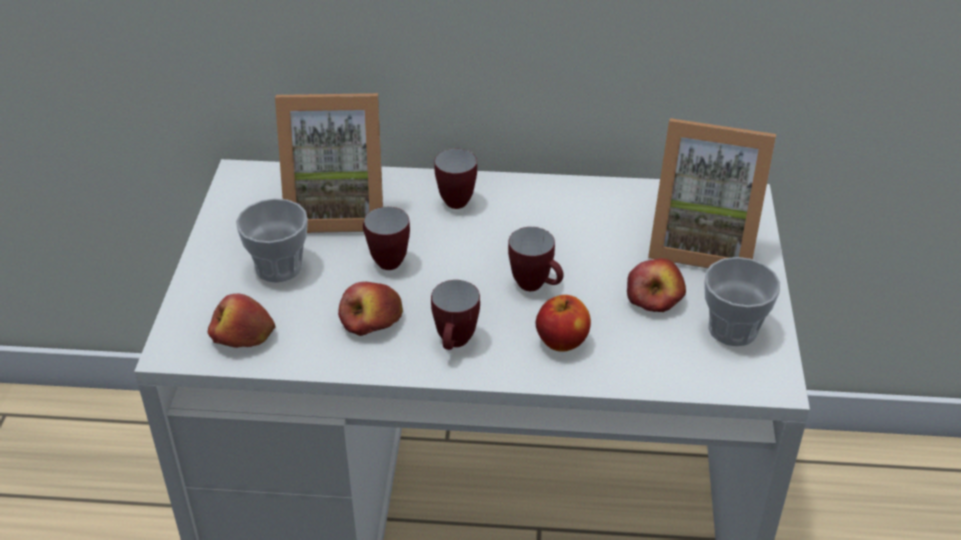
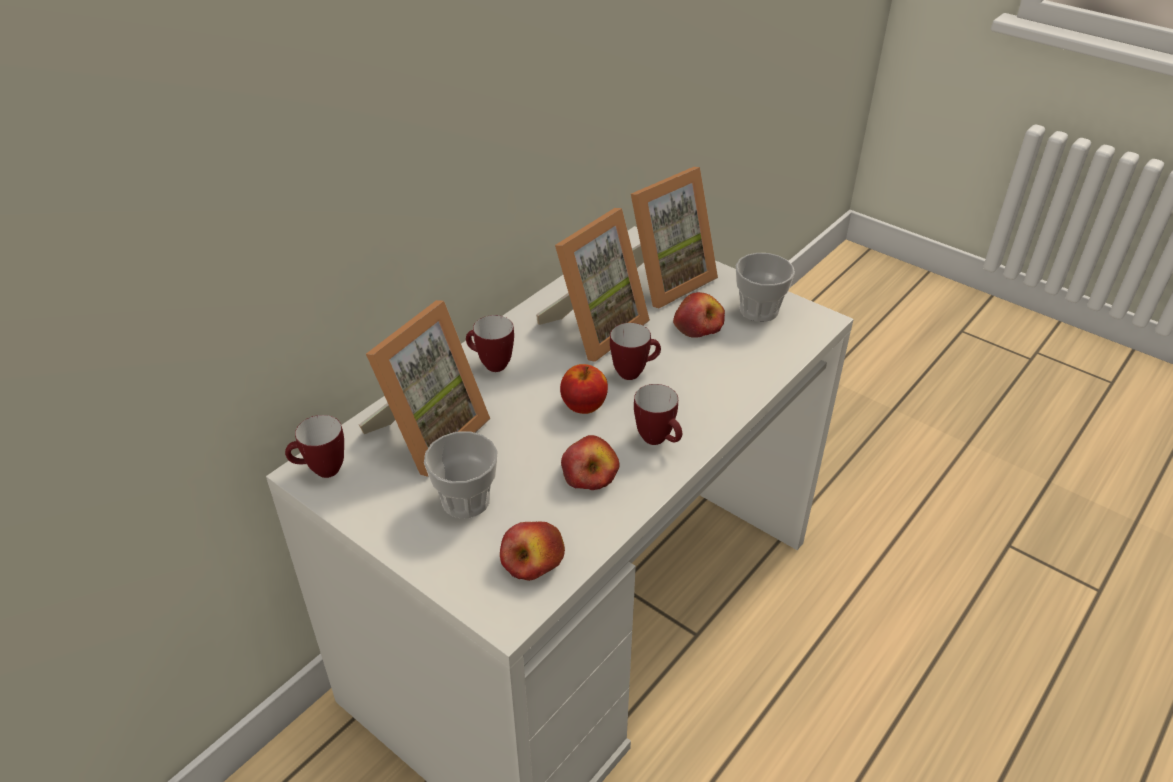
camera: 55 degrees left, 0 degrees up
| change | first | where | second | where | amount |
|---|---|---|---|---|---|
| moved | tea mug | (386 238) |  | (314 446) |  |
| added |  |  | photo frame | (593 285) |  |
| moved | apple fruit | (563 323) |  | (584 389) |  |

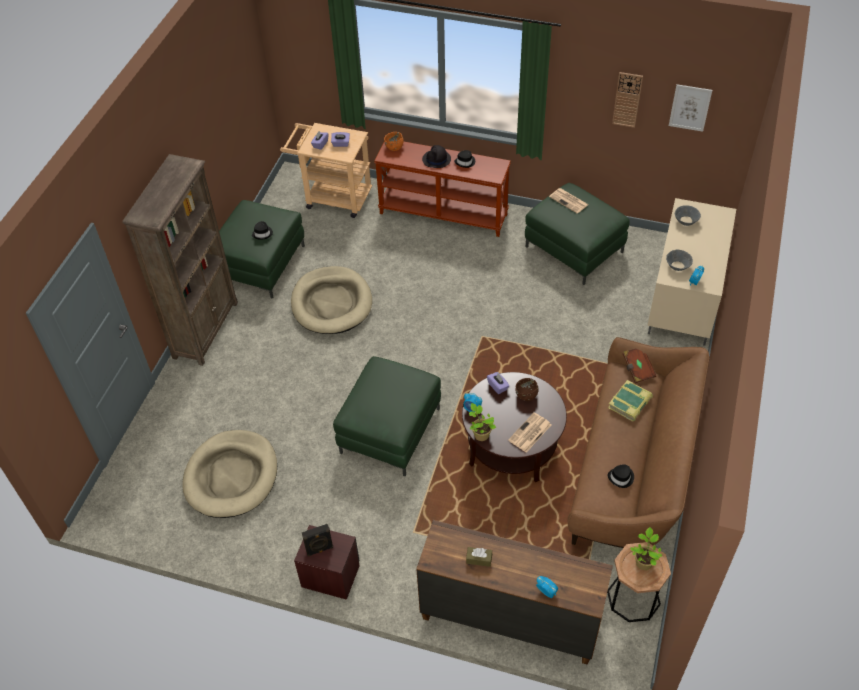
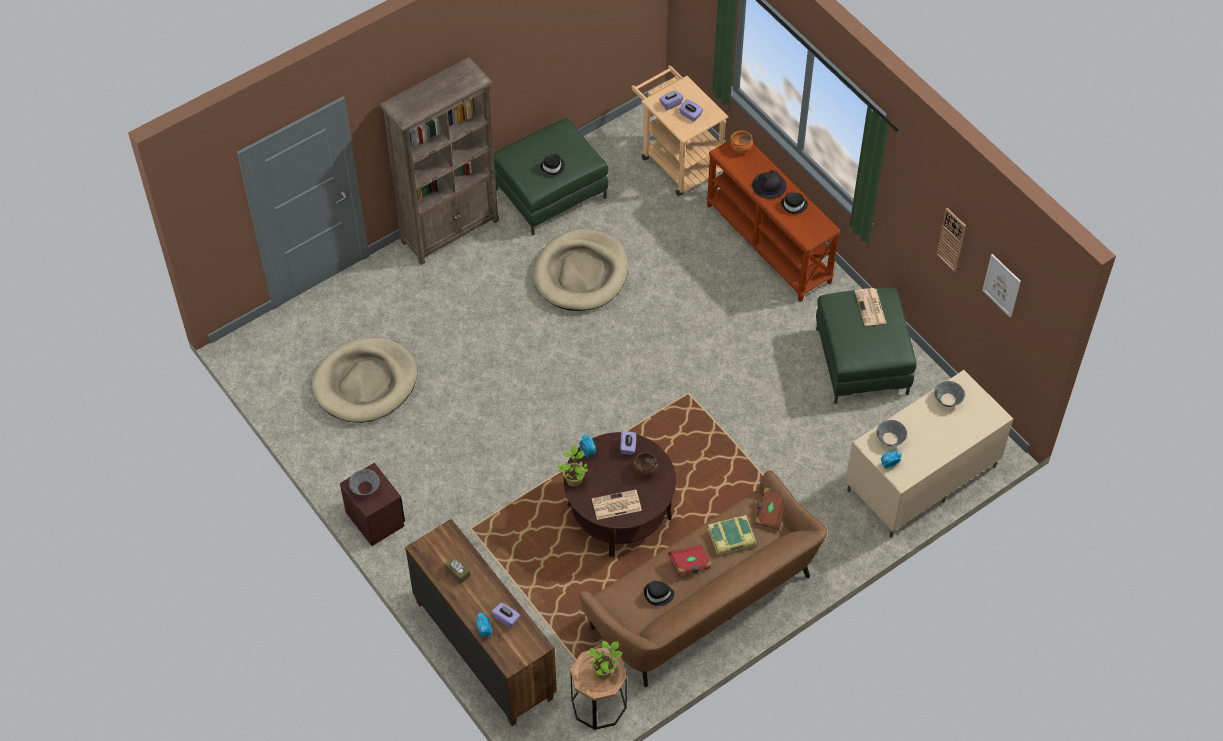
camera: 35 degrees right, 5 degrees up
| change | first | where | second | where | amount |
|---|---|---|---|---|---|
| replaced | blackish loudspeaker | (317 540) | greyish serving bowl | (364 482) |  |
| added |  |  | purple tissue box | (506 615) |  |
| added |  |  | red-coloured volume | (690 560) |  |
| removed | greenish footrest | (387 416) |  |  |  |

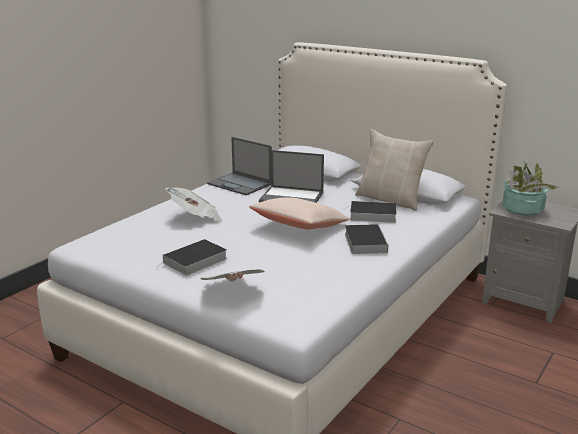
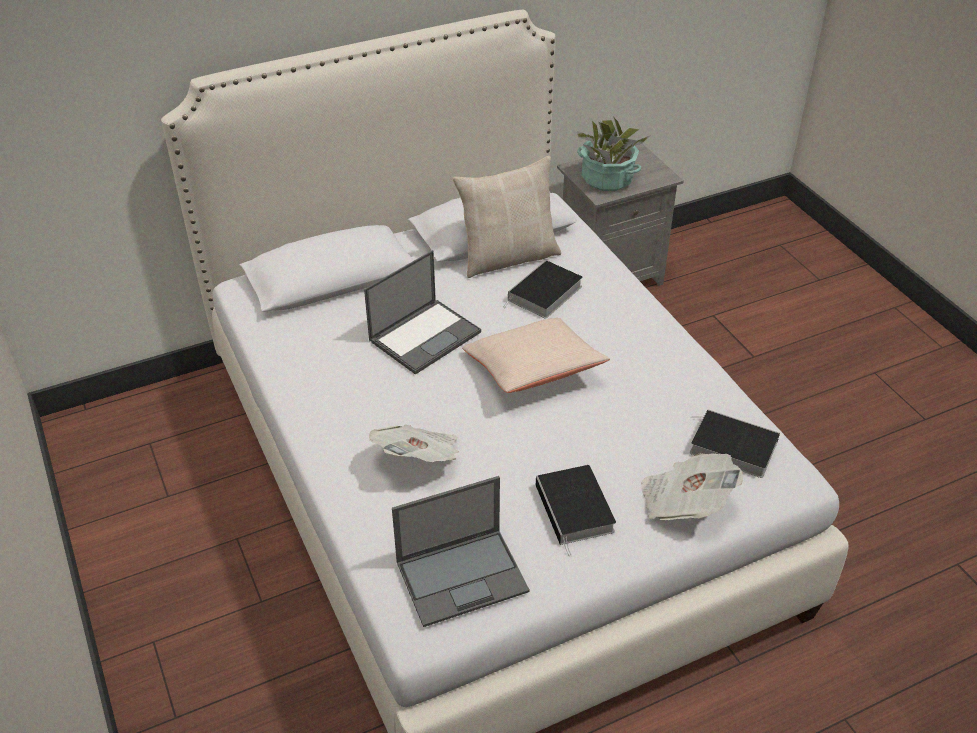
camera: 60 degrees left, 20 degrees up
| change | first | where | second | where | amount |
|---|---|---|---|---|---|
| moved | portable computer | (239 166) |  | (461 551) |  |
| moved | volume | (366 239) |  | (735 443) |  |

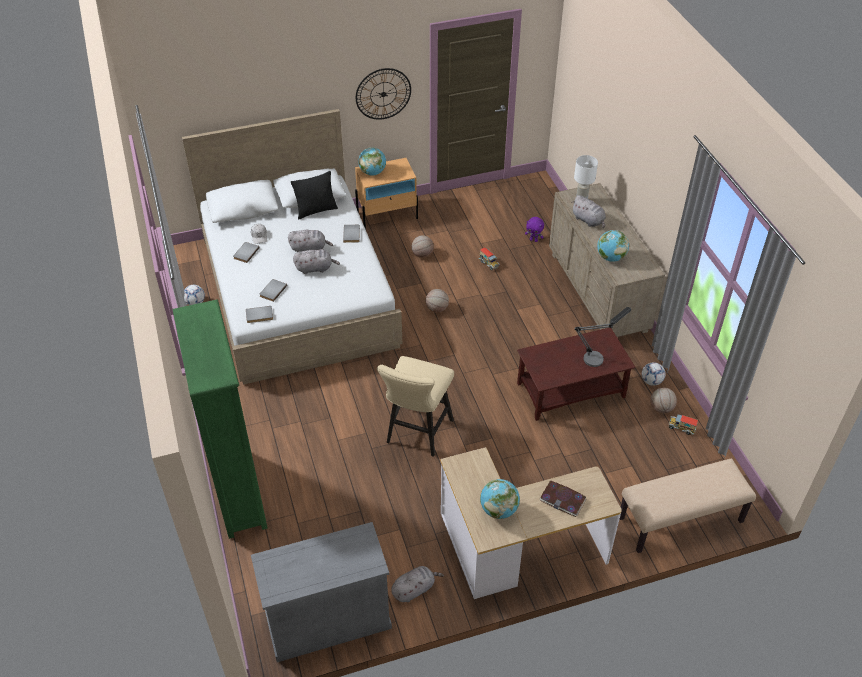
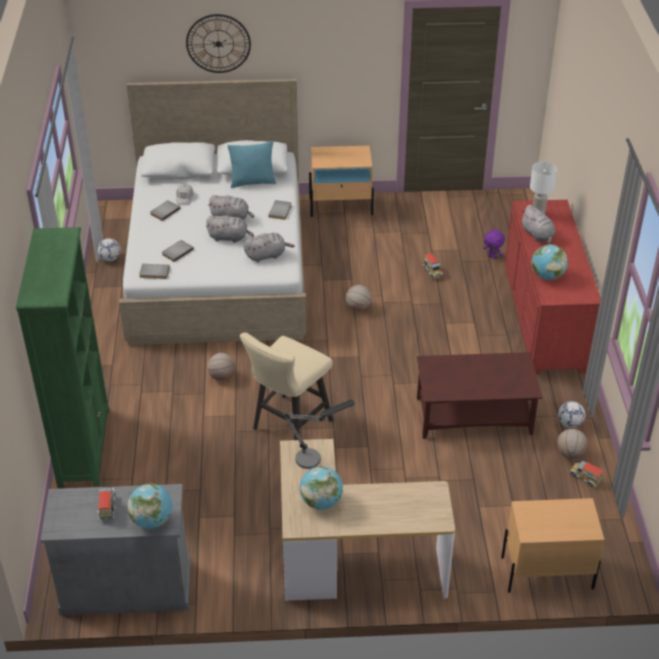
camera: 15 degrees right, 5 degrees down
| change | first | where | second | where | amount |
|---|---|---|---|---|---|
| added |  |  | model truck | (106 503) |  |
| moved | desk globe | (372 161) |  | (149 506) |  |
| moved | wall clock | (383 94) |  | (218 43) |  |
| moved | basketball ball | (423 246) |  | (221 367) |  |
| recoloured | blackish throw pillow | (314 195) | turquoise-coloured throw pillow | (252 164) |  |
| moved | greyish cuddly toy | (417 584) |  | (269 247) |  |
| moved | table lamp | (603 337) |  | (318 434) |  |
| replaced | beige-coloured long seat | (688 506) | beige-coloured nightstand | (552 545) |  |
| recoloured | beige-coloured chest of drawers | (607 260) | red-coloured chest of drawers | (553 287) |  |
| removed | volume | (563 498) |  |  |  |

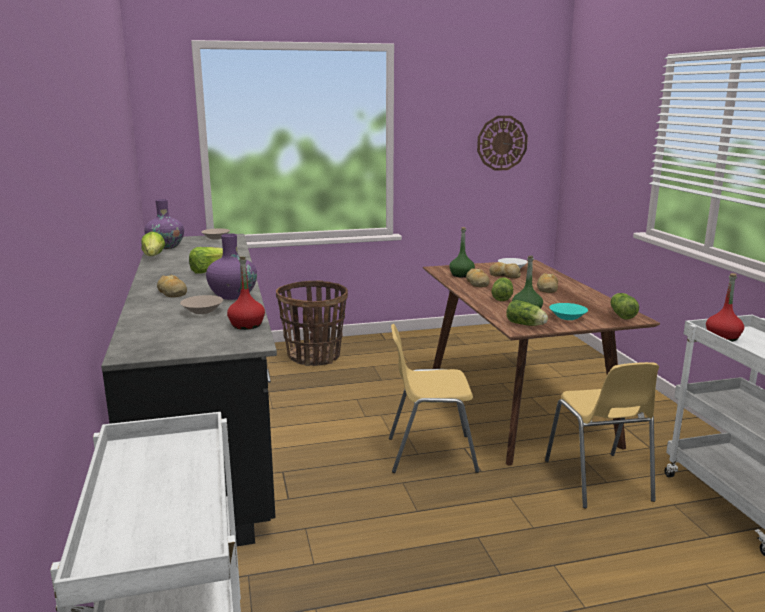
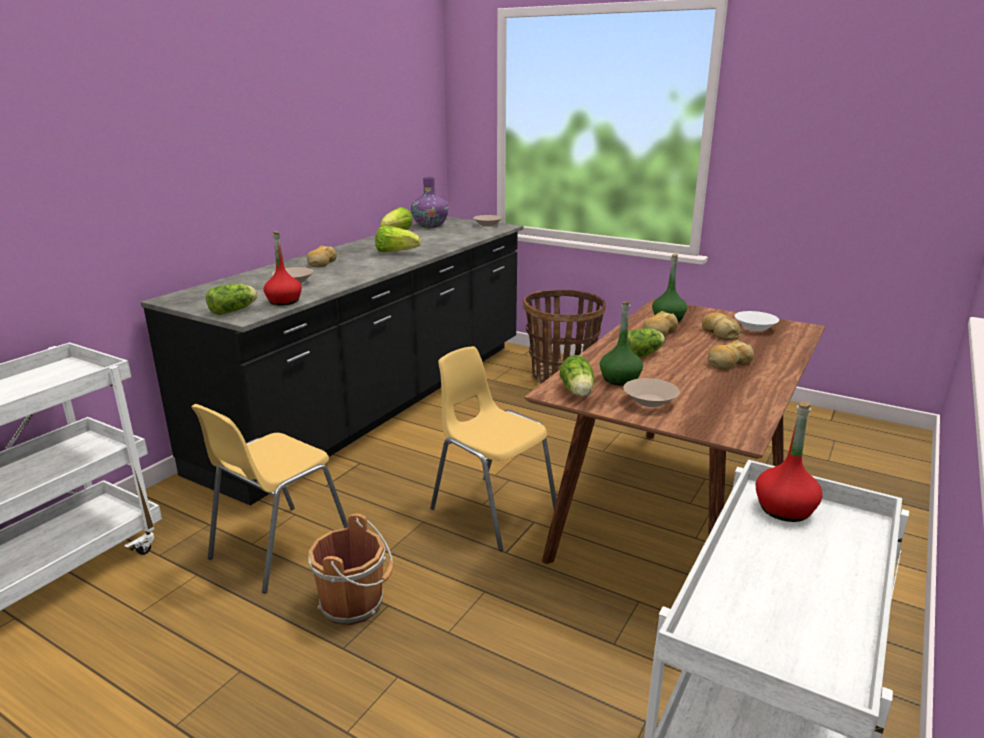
camera: 45 degrees right, 5 degrees up
| change | first | where | second | where | amount |
|---|---|---|---|---|---|
| moved | yellow-coloured plain chair | (602 435) |  | (269 498) |  |
| moved | lettuce head | (624 306) |  | (232 299) |  |
| added |  |  | brown water bucket | (351 569) |  |
| recoloured | turquoise-coloured serving bowl | (568 311) | beige-coloured serving bowl | (651 392) |  |
| removed | purple vase | (231 267) |  |  |  |
| removed | wall clock | (502 143) |  |  |  |

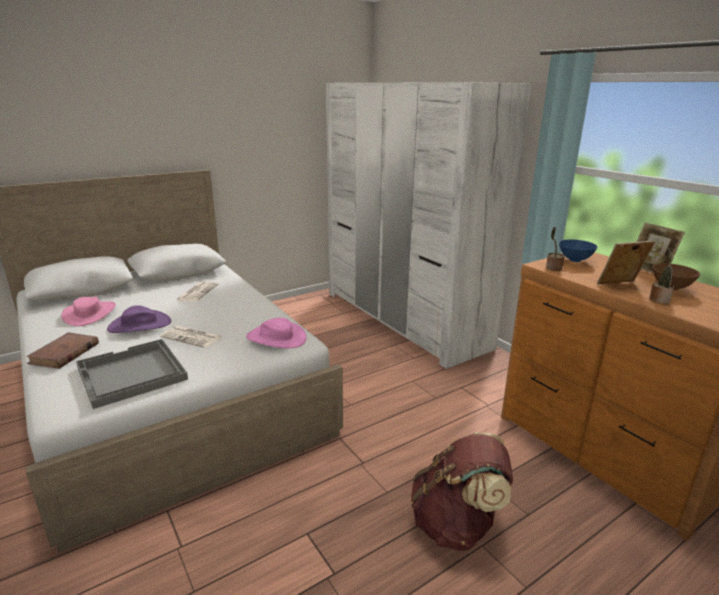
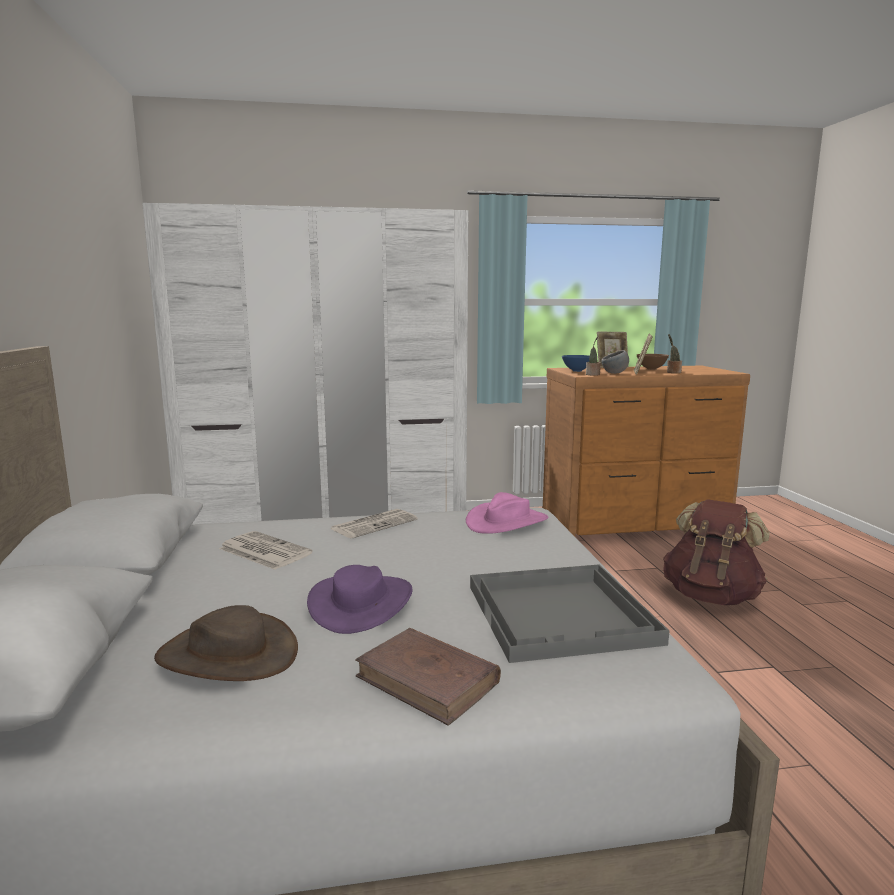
camera: 65 degrees left, 10 degrees down
| change | first | where | second | where | amount |
|---|---|---|---|---|---|
| recoloured | pinkish wearable hat | (88 311) | brown wearable hat | (226 643) |  |
| moved | daily paper | (191 337) |  | (374 524) |  |
| added |  |  | greyish serving bowl | (615 362) |  |

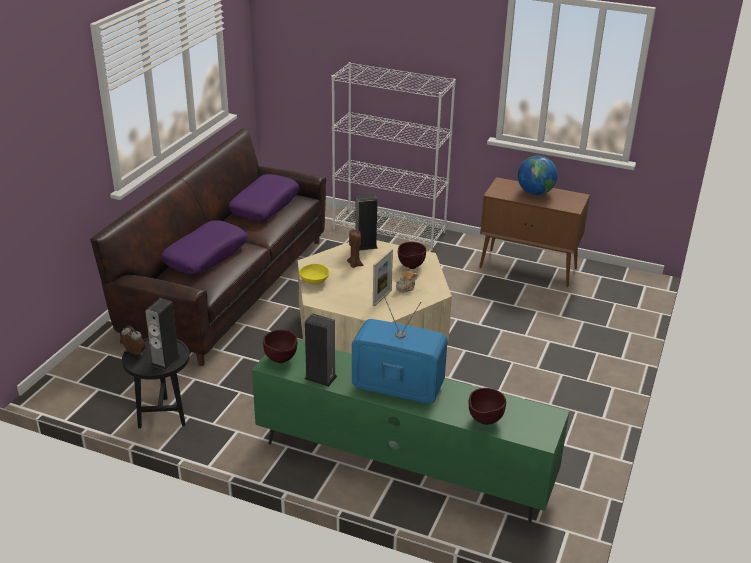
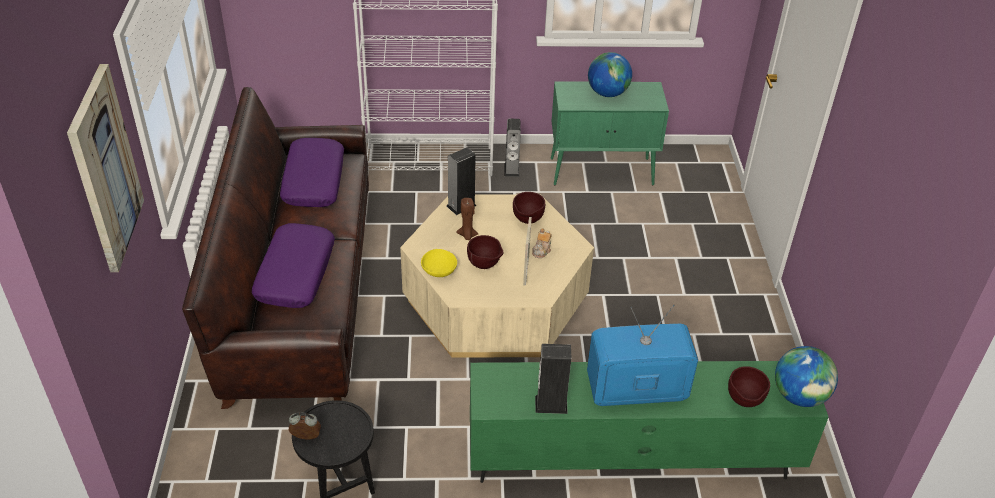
camera: 25 degrees left, 10 degrees up
| change | first | where | second | where | amount |
|---|---|---|---|---|---|
| added |  |  | wall art | (105 168) |  |
| moved | brown serving bowl | (280 346) |  | (485 252) |  |
| moved | loudspeaker | (162 334) |  | (513 148) |  |
| recoloured | brown cupboard | (534 232) | greenish cupboard | (610 133) |  |
| added |  |  | desk globe | (806 376) |  |

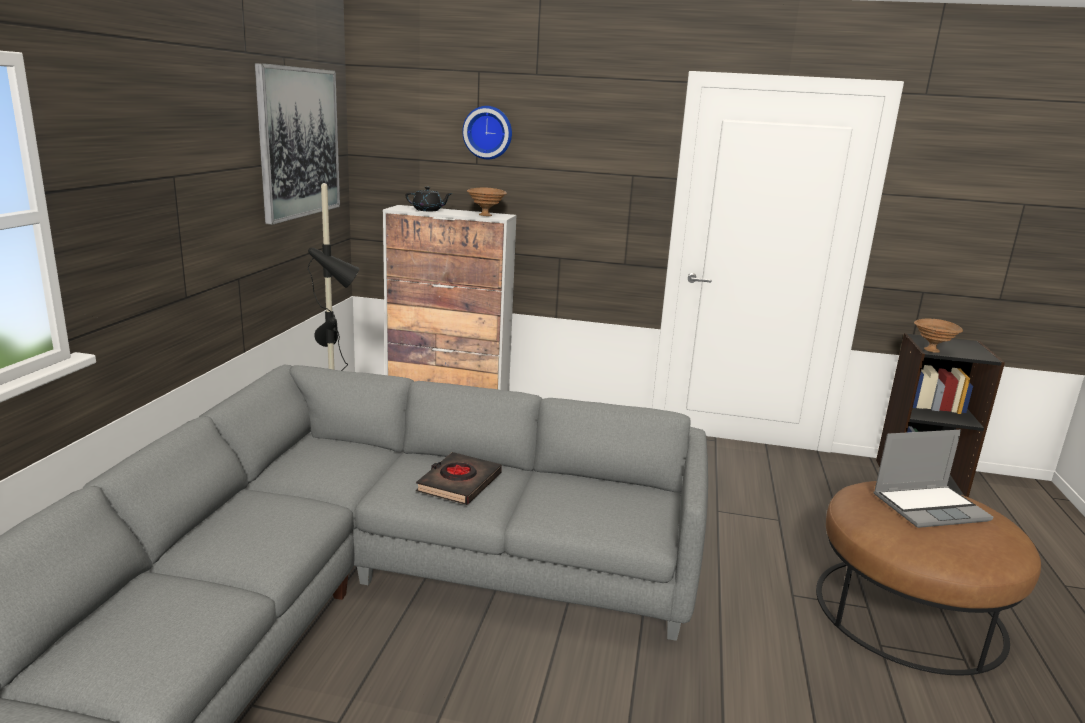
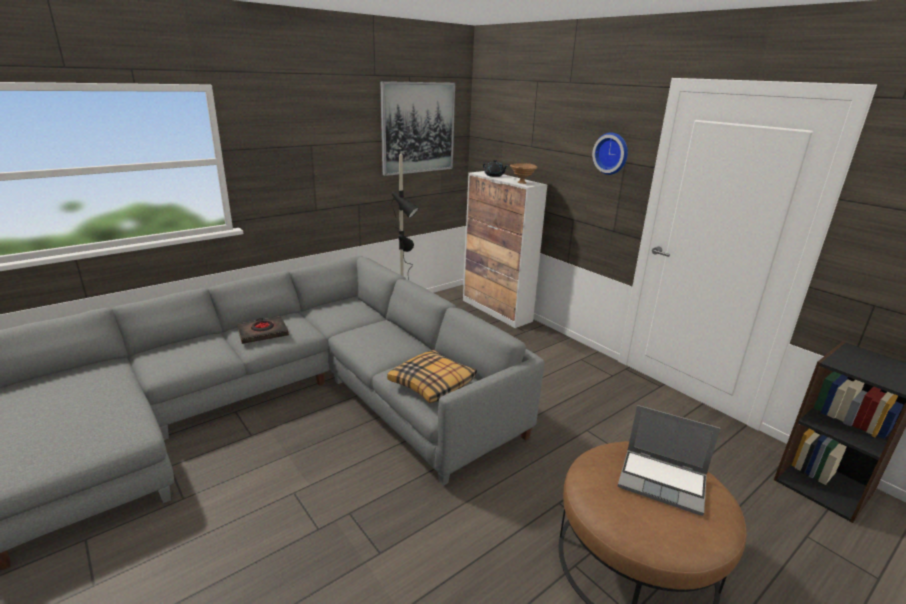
camera: 40 degrees right, 5 degrees up
| change | first | where | second | where | amount |
|---|---|---|---|---|---|
| moved | blackish volume | (459 478) |  | (263 330) |  |
| added |  |  | throw pillow | (432 376) |  |
| moved | wall clock | (487 132) |  | (610 153) |  |
| removed | brown serving bowl | (938 336) |  |  |  |

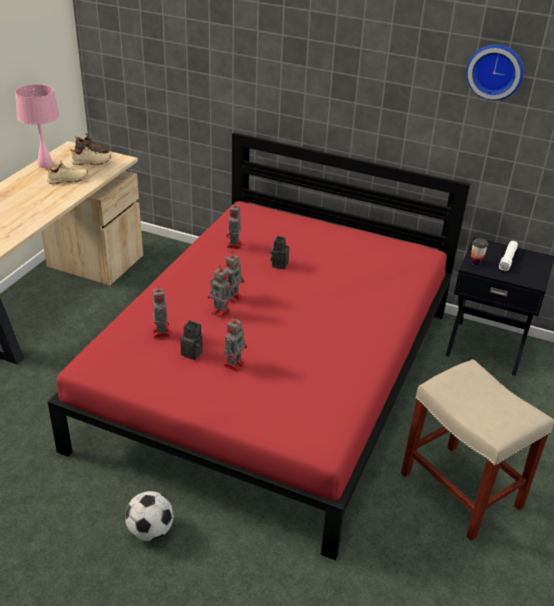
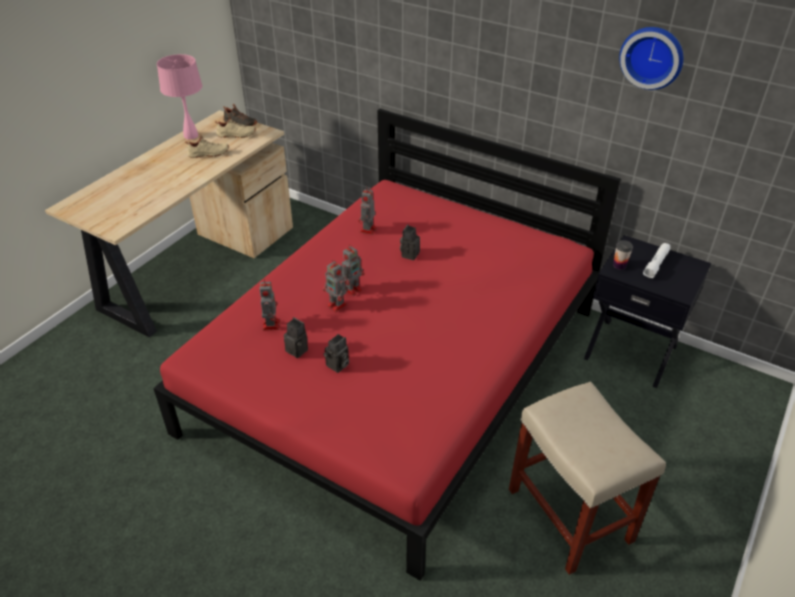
camera: 10 degrees right, 5 degrees up
| change | first | where | second | where | amount |
|---|---|---|---|---|---|
| replaced | robot figure | (235 344) | still camera | (336 353) |  |
| removed | football ball | (149 516) |  |  |  |

